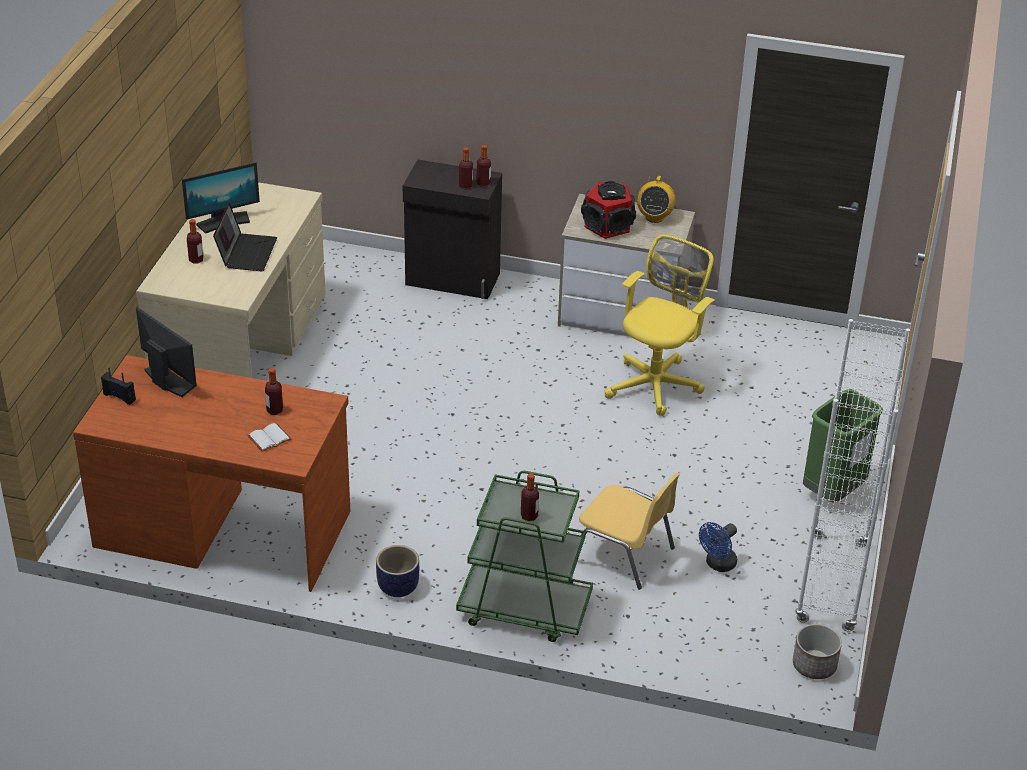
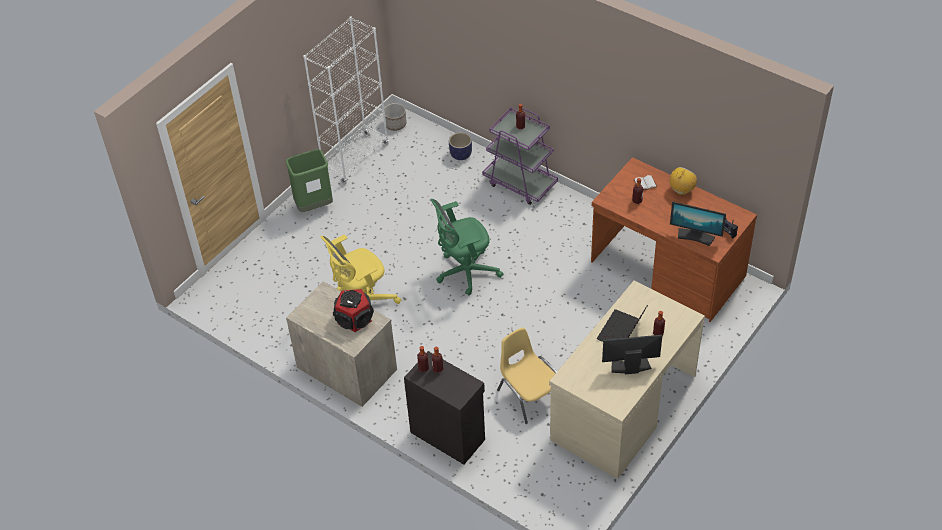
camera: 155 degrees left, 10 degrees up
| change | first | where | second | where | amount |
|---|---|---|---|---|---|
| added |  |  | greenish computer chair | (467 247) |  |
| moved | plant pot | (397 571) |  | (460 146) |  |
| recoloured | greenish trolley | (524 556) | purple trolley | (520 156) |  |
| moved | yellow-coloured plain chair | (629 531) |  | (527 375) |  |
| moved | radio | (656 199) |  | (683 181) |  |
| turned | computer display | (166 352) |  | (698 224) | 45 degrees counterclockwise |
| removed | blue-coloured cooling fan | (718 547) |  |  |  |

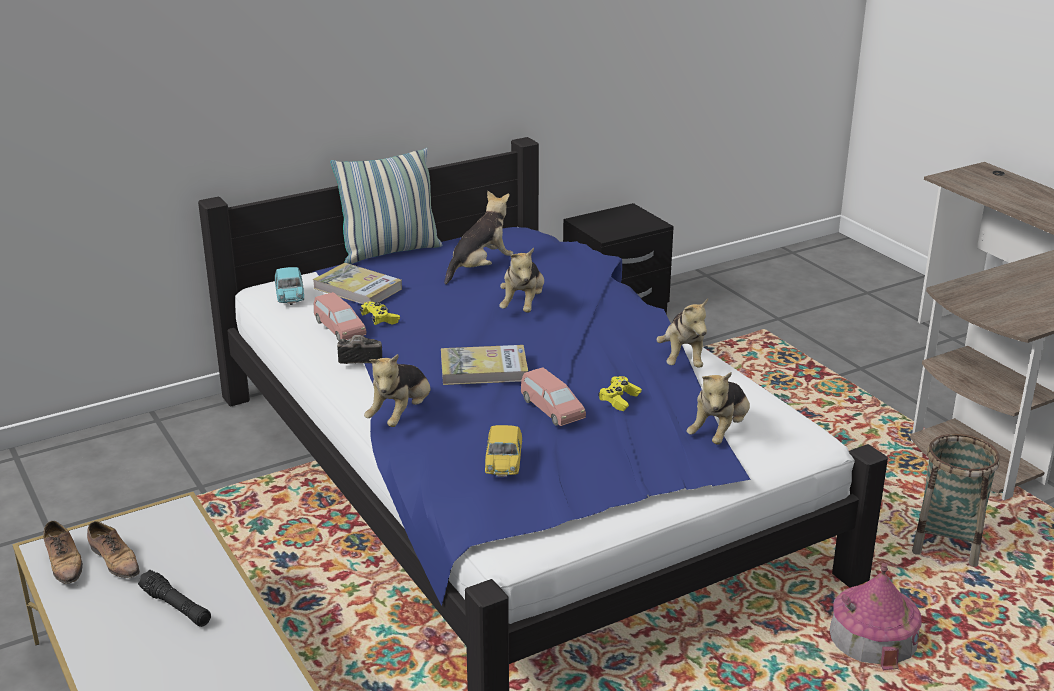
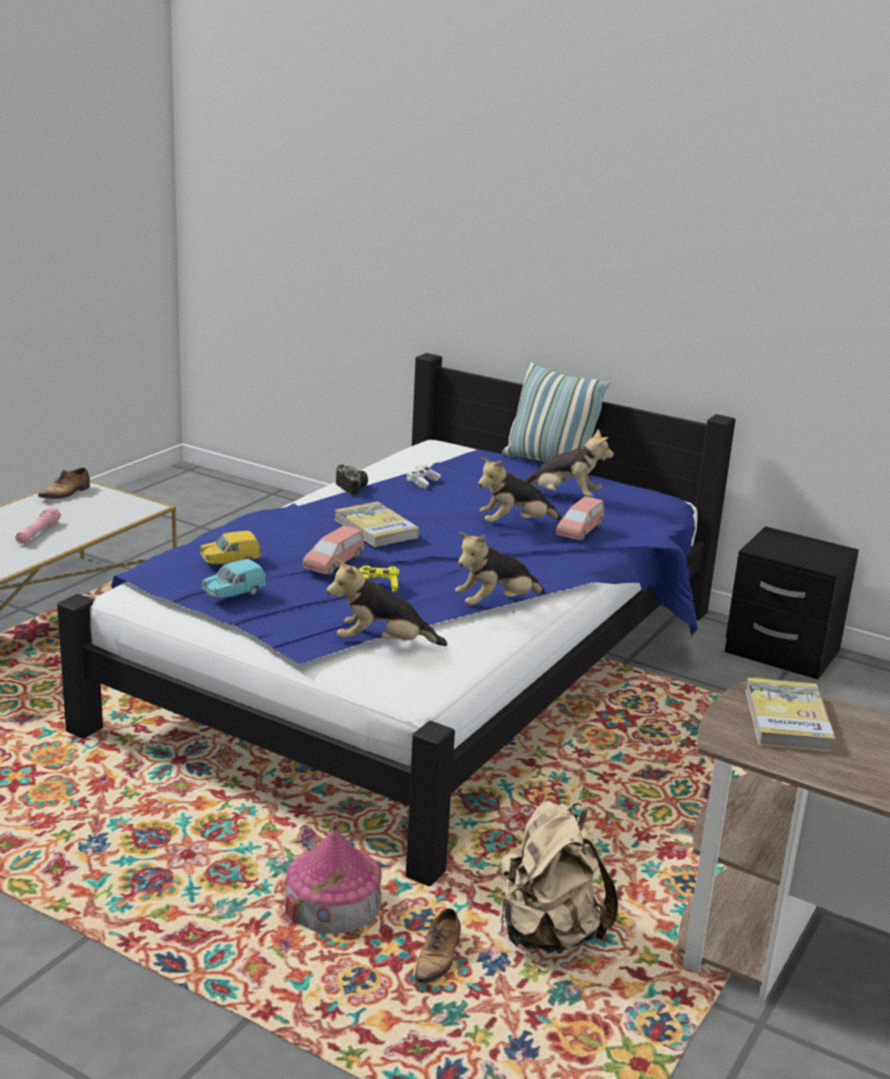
camera: 60 degrees right, 5 degrees down
| change | first | where | second | where | amount |
|---|---|---|---|---|---|
| recoloured | blackish flashlight | (174 598) | pinkish flashlight | (38 525) |  |
| moved | turquoise-coloured model car | (289 286) |  | (234 579) |  |
| recoloured | yellow-coloured game controller | (380 313) | white-coloured game controller | (423 477) |  |
| moved | low shoe | (113 549) |  | (437 946) |  |
| replaced | household basket | (956 500) | beige-coloured knapsack | (559 876) |  |
| moved | pinkish model car | (340 316) |  | (580 518) |  |
| moved | volume | (357 283) |  | (790 715) |  |
| removed | cuddly toy | (397 390) |  |  |  |

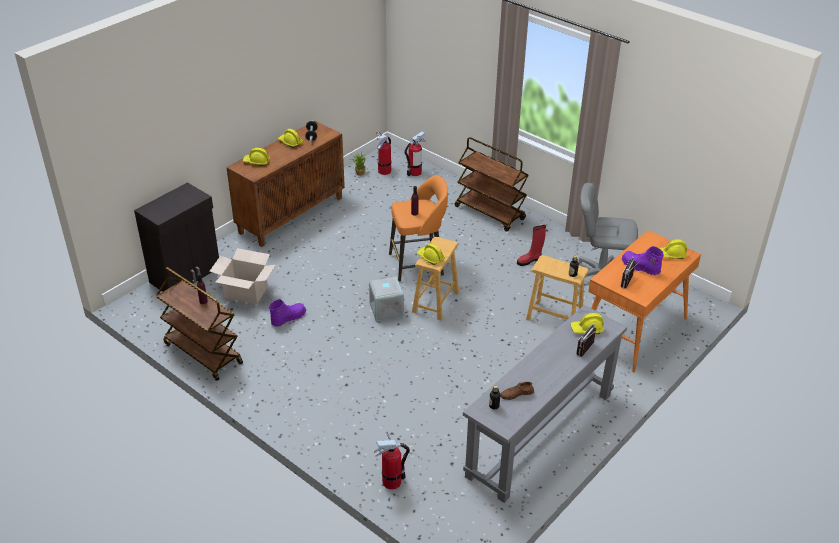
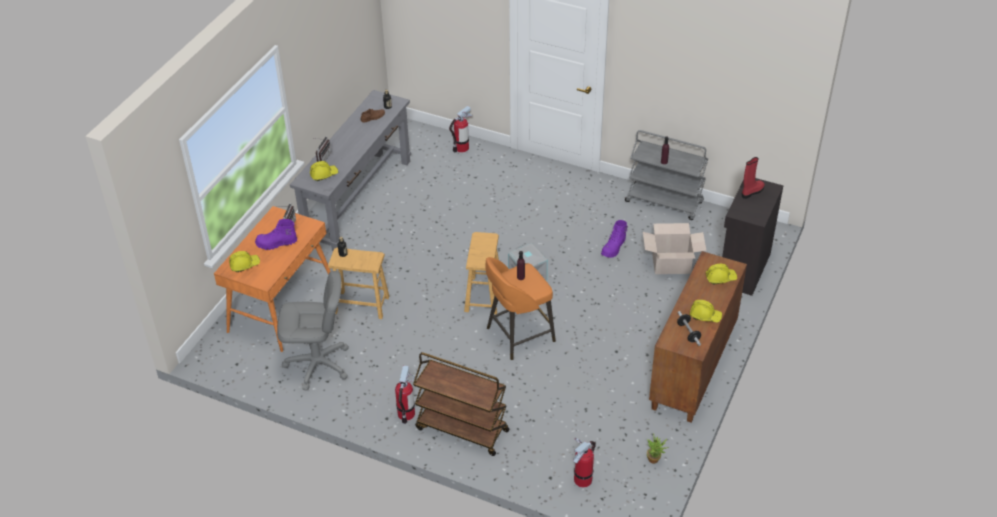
camera: 165 degrees right, 5 degrees up
| change | first | where | second | where | amount |
|---|---|---|---|---|---|
| turned | purple boot | (643 260) |  | (276 234) | 150 degrees clockwise |
| moved | fire-fighting cylinder | (383 153) |  | (405 395) |  |
| recoloured | brown trolley | (199 324) | greyish trolley | (666 175) |  |
| moved | red-coloured boot | (531 245) |  | (753 178) |  |
| removed | yellow-coloured safety helmet | (431 254) |  |  |  |

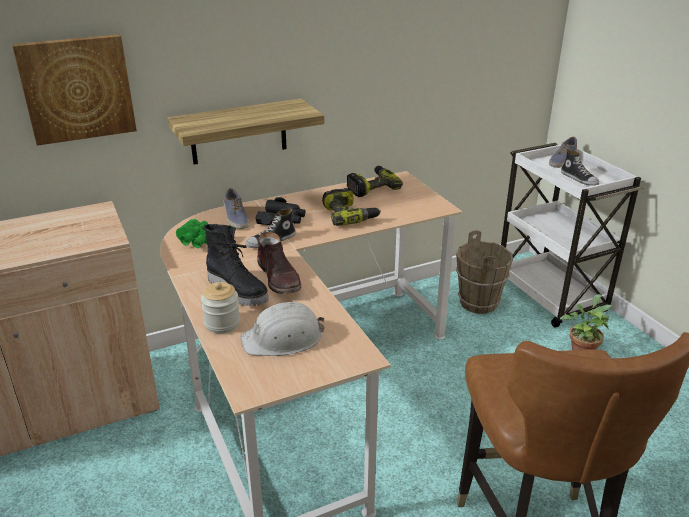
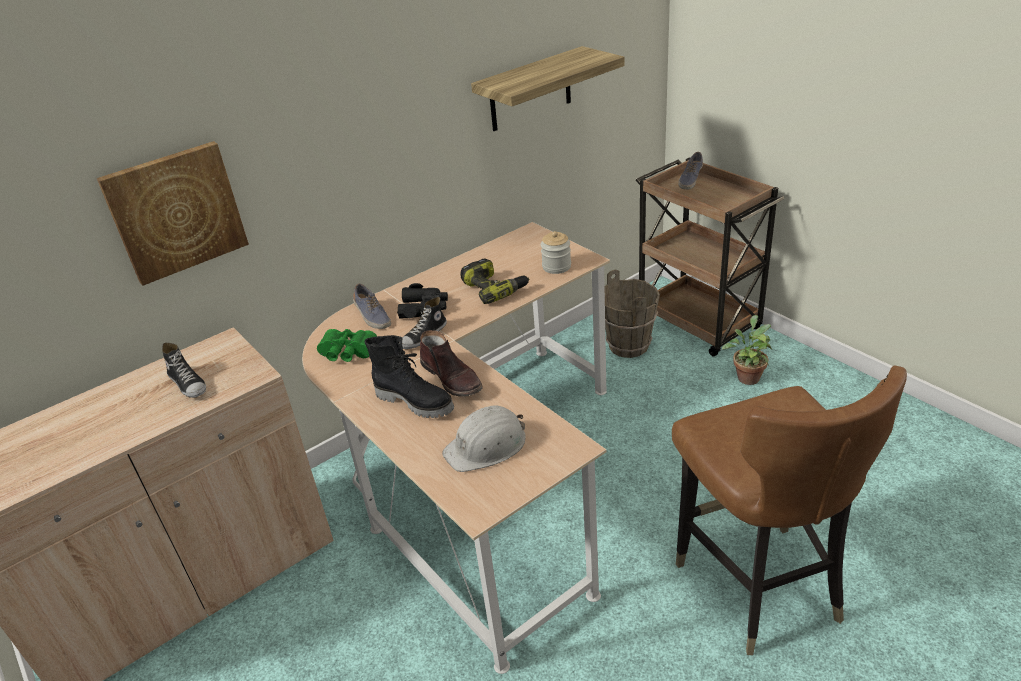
camera: 10 degrees left, 5 degrees up
| change | first | where | second | where | amount |
|---|---|---|---|---|---|
| moved | low shoe | (580 167) |  | (184 370) |  |
| moved | shelf | (245 132) |  | (547 88) |  |
| moved | preserve jar | (220 308) |  | (556 252) |  |
| recoloured | white-coloured trolley | (573 235) | brown trolley | (710 256) |  |
| removed | power drill | (375 181) |  |  |  |

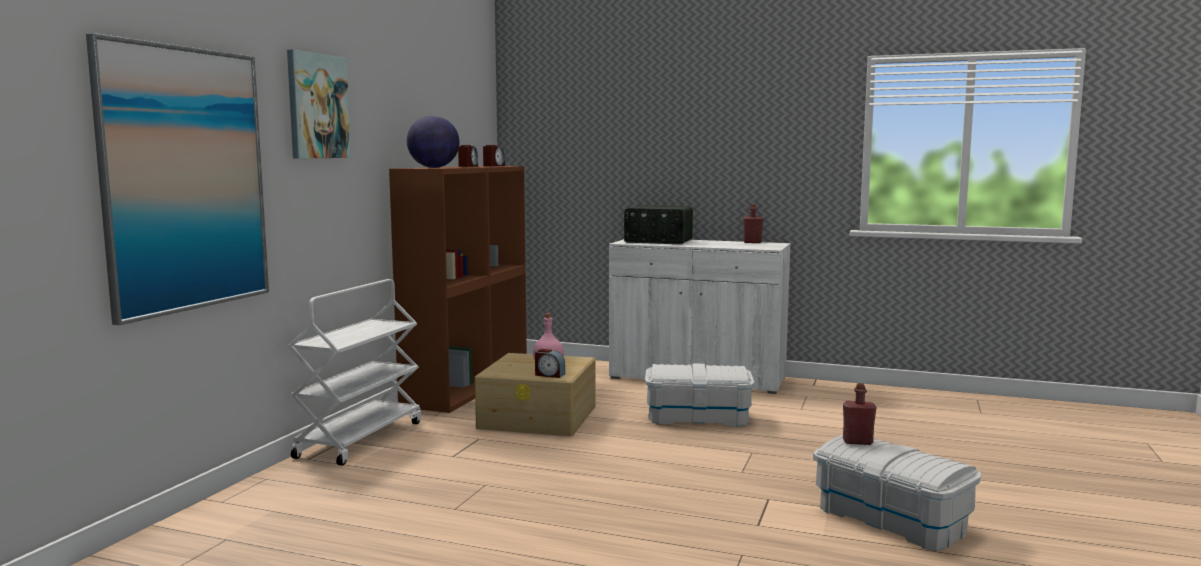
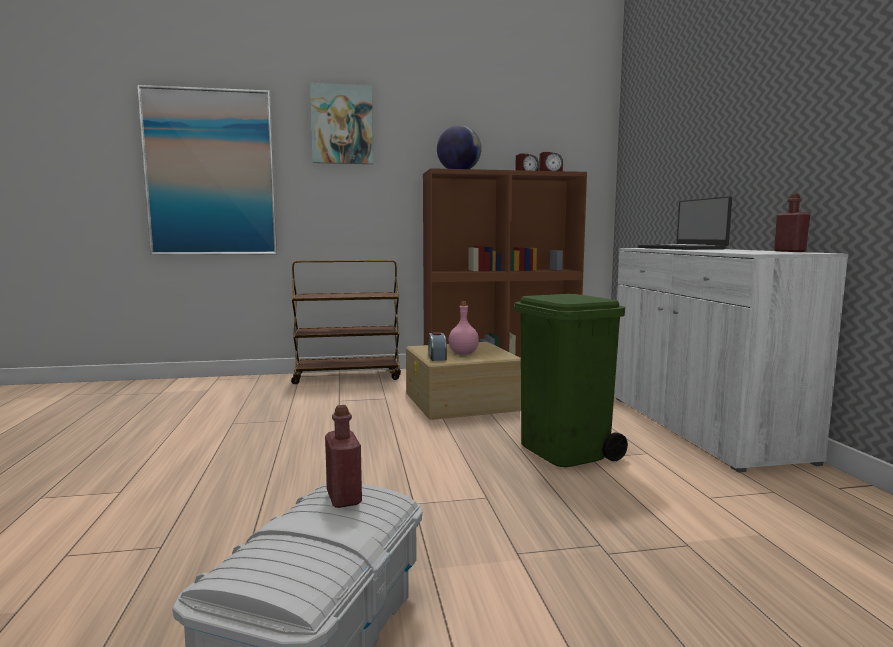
camera: 60 degrees right, 0 degrees up
| change | first | where | second | where | amount |
|---|---|---|---|---|---|
| recoloured | white-coloured trolley | (354 372) | brown trolley | (346 322) |  |
| replaced | white-coloured storage container | (700 394) | greenish waste bin | (571 380) |  |
| replaced | radio | (658 224) | portable computer | (685 223) |  |

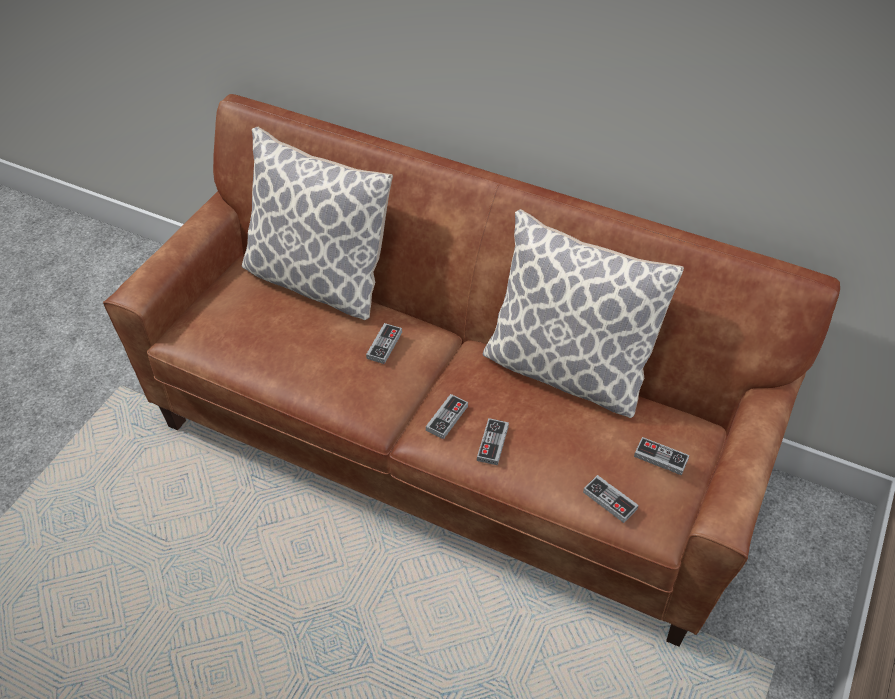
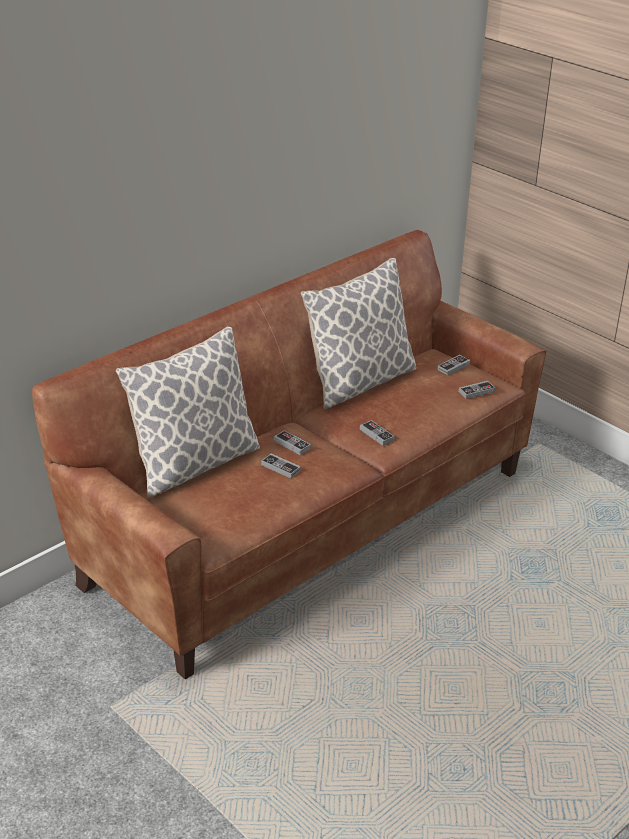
camera: 70 degrees left, 15 degrees down
| change | first | where | second | where | amount |
|---|---|---|---|---|---|
| moved | game controller | (493 441) |  | (281 466) |  |

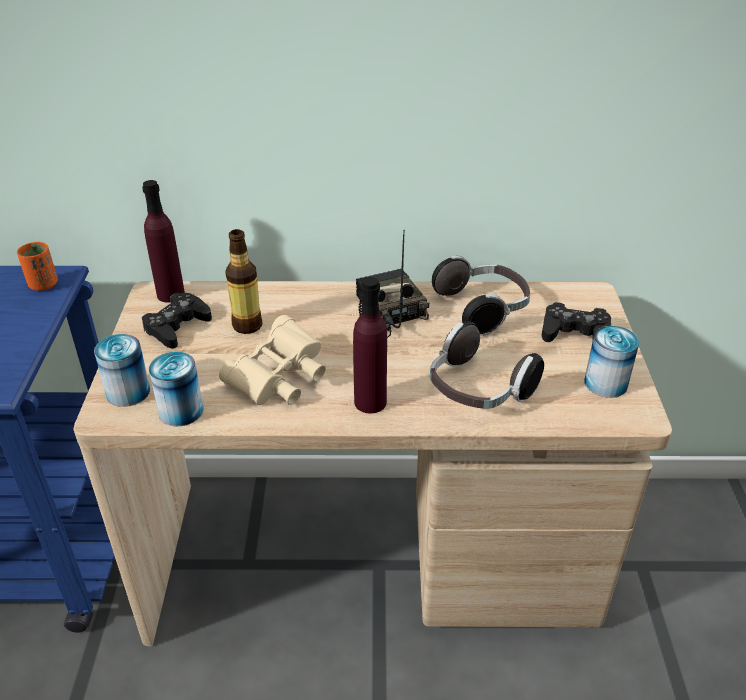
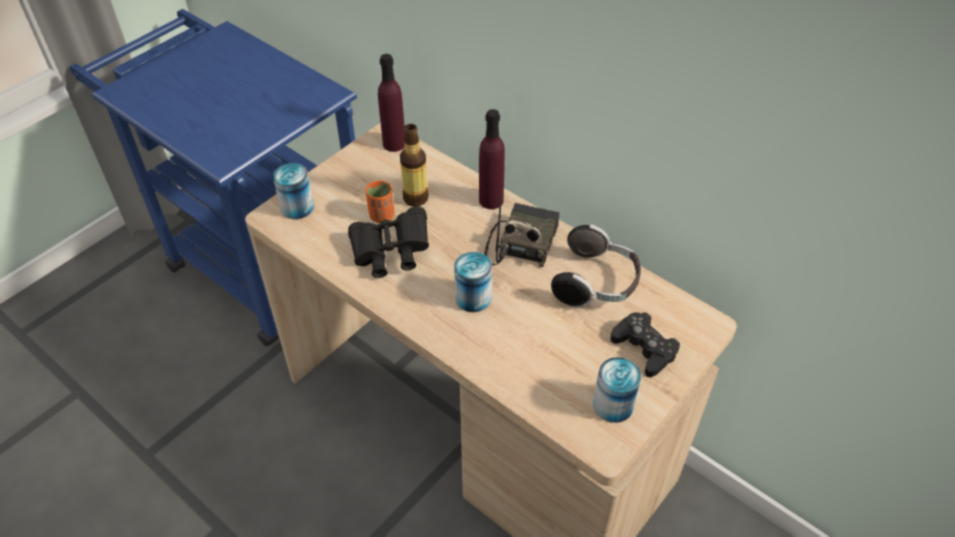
camera: 40 degrees right, 10 degrees up
| change | first | where | second | where | amount |
|---|---|---|---|---|---|
| recoloured | beige-coloured binoculars | (272 360) | blackish binoculars | (388 242) |  |
| moved | orangey drinking cup | (37 266) |  | (380 202) |  |
| moved | can | (176 389) |  | (473 282) |  |
| moved | purple beverage bottle | (370 345) |  | (492 159) |  |
| removed | blackish game controller | (177 320) |  |  |  |
| removed | headphones | (487 365) |  |  |  |

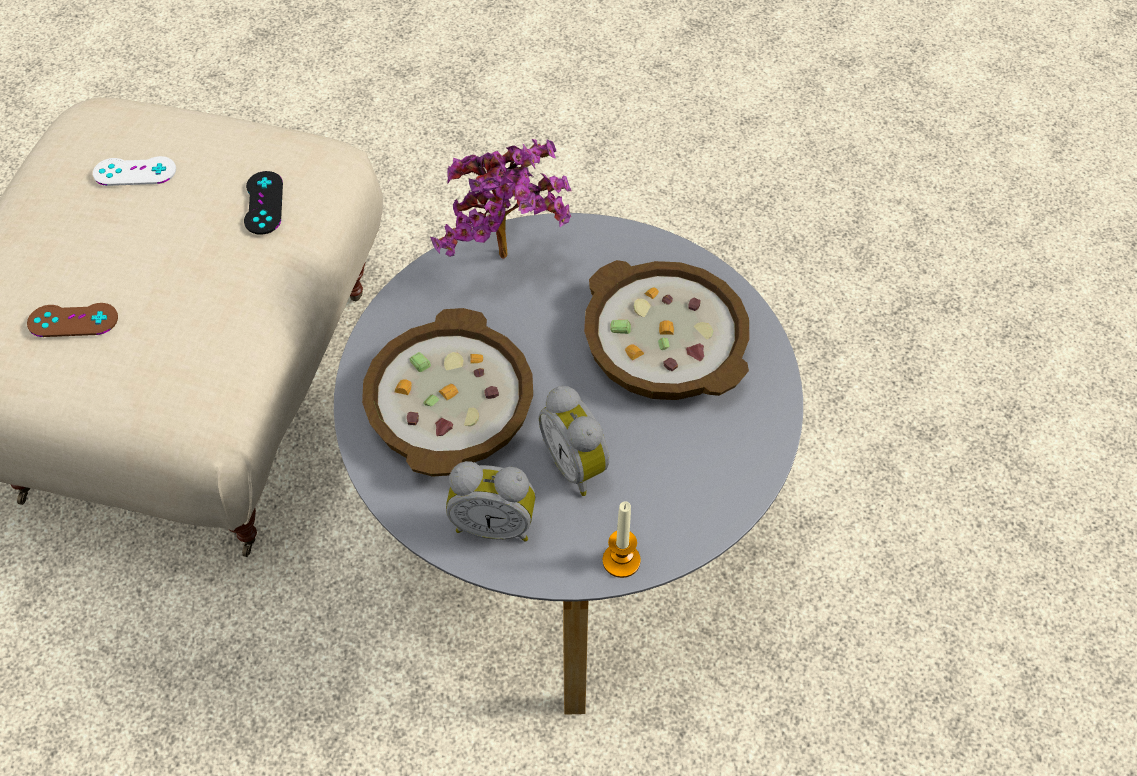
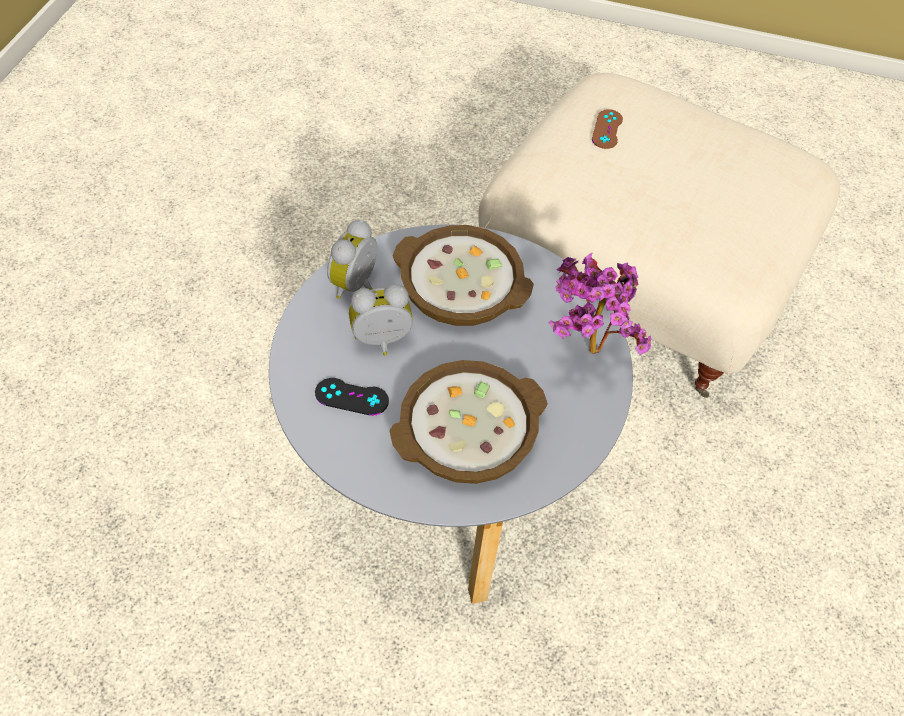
camera: 105 degrees right, 0 degrees up
| change | first | where | second | where | amount |
|---|---|---|---|---|---|
| moved | blackish game controller | (263 203) |  | (352 397) |  |
| removed | white-coloured game controller | (134 171) |  |  |  |
| removed | wax candle | (622 539) |  |  |  |

